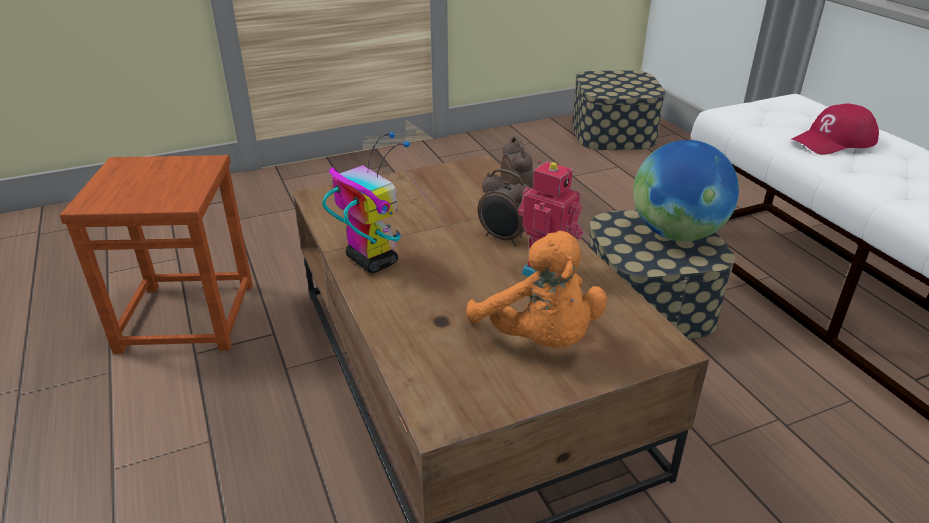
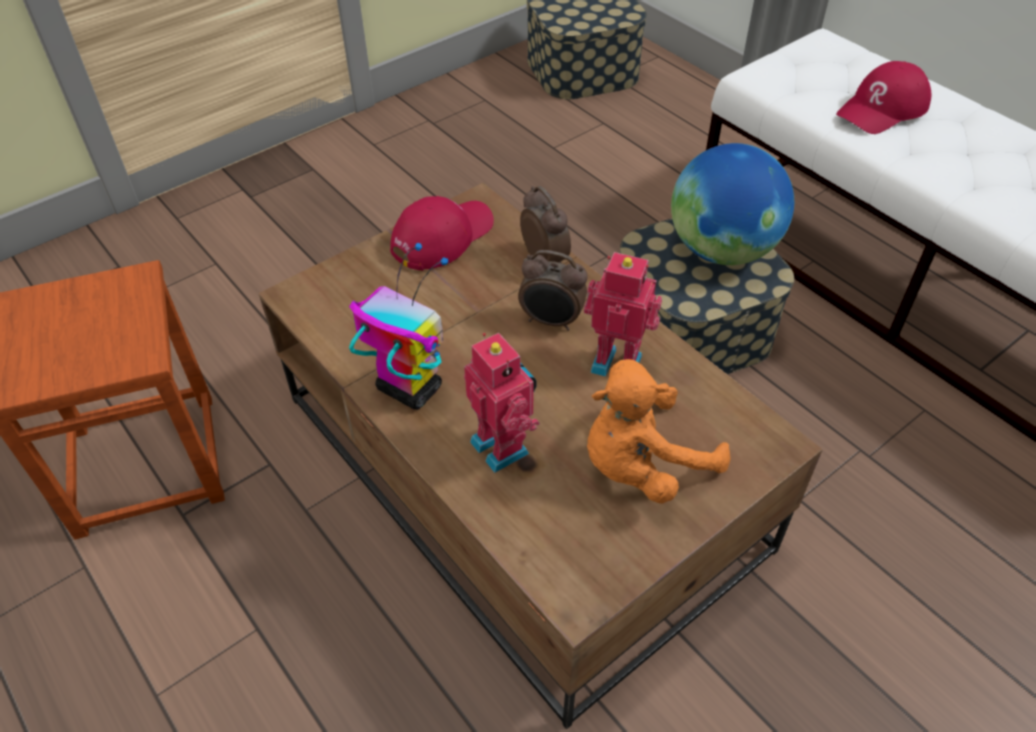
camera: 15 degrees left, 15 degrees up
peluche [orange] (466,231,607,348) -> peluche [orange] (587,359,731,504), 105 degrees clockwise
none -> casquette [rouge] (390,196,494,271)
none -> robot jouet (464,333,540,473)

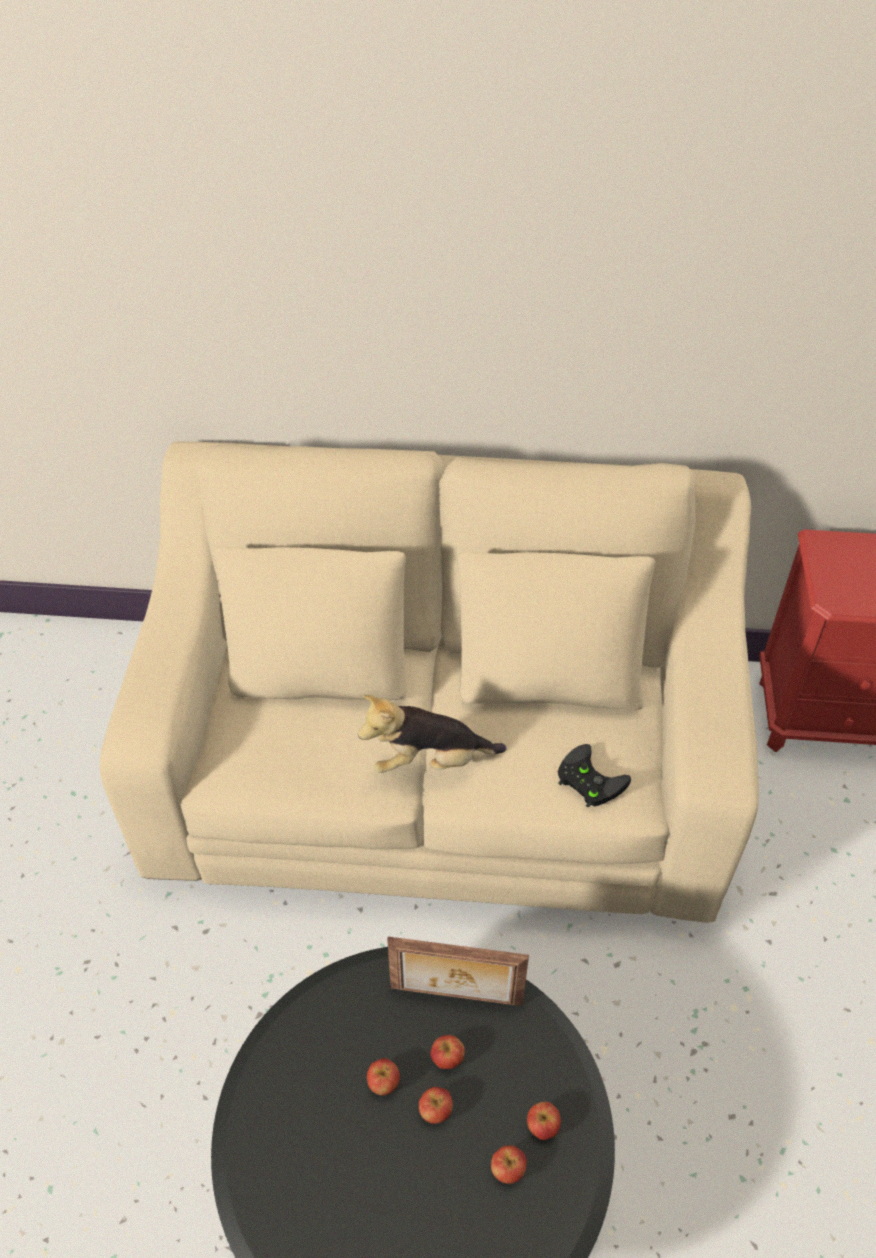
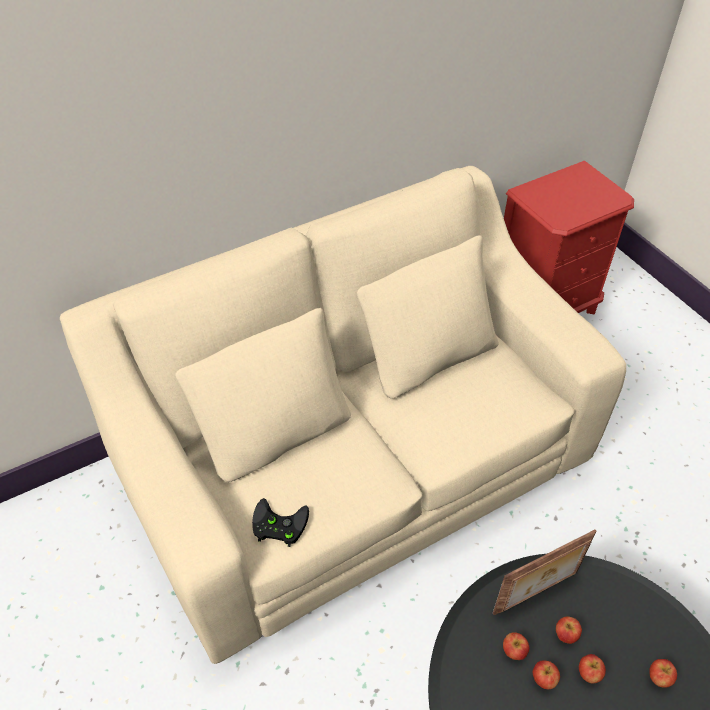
camera: 35 degrees left, 0 degrees up
peluche (358,695,506,773) -> none
manette [noir] (558,744,631,808) -> manette [noir] (252,498,309,547), shifted
pomme (527,1102,561,1140) -> pomme (503,632,530,660), shifted

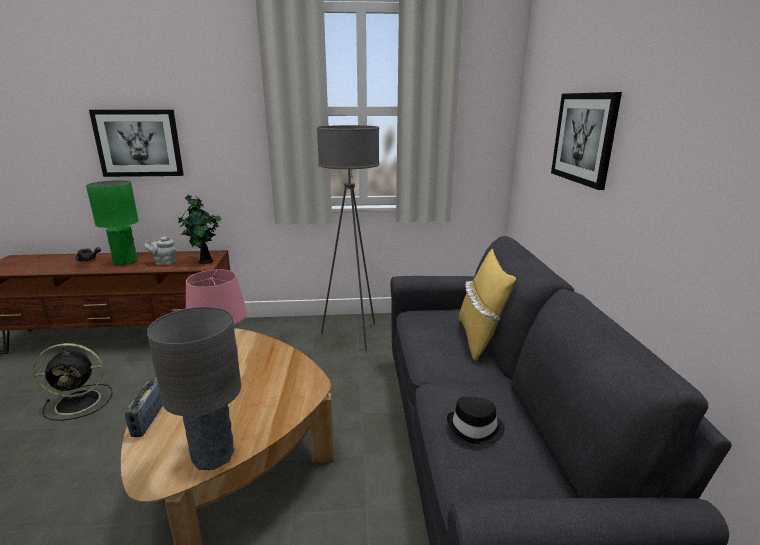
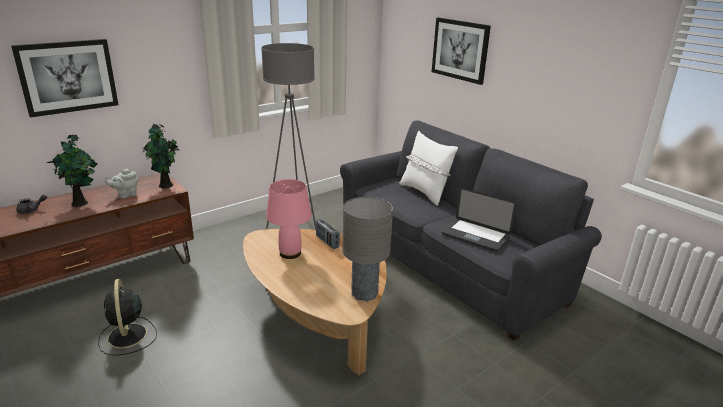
camera: 35 degrees left, 5 degrees up
lampe de table [vert] (86,180,139,265) -> plante en pot (47,135,98,207)
coussin [jaune] (459,248,516,361) -> coussin [blanc] (399,131,458,206)
ventilateur [noir] (33,343,113,421) -> ventilateur [noir] (98,279,157,356), 120 degrees clockwise
radio (125,379,163,437) -> radio (316,219,340,249), shifted
chapeau [noir] (447,397,505,444) -> ordinateur portable (441,188,517,252)

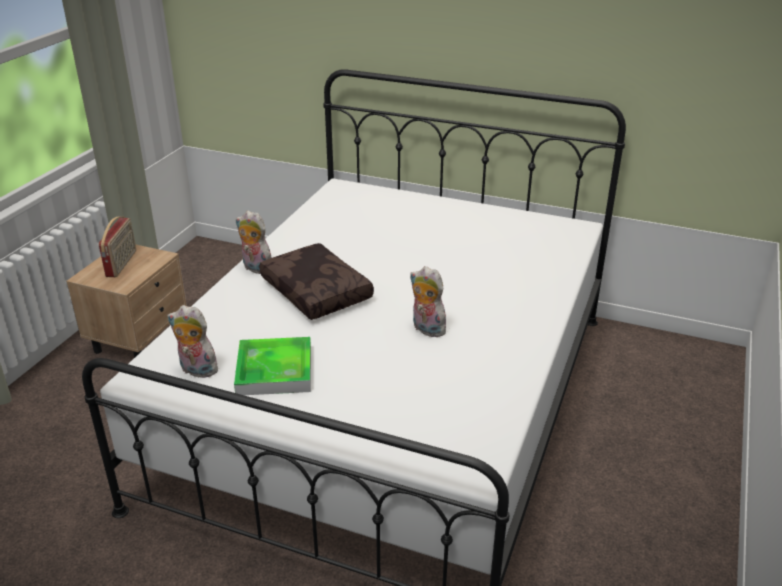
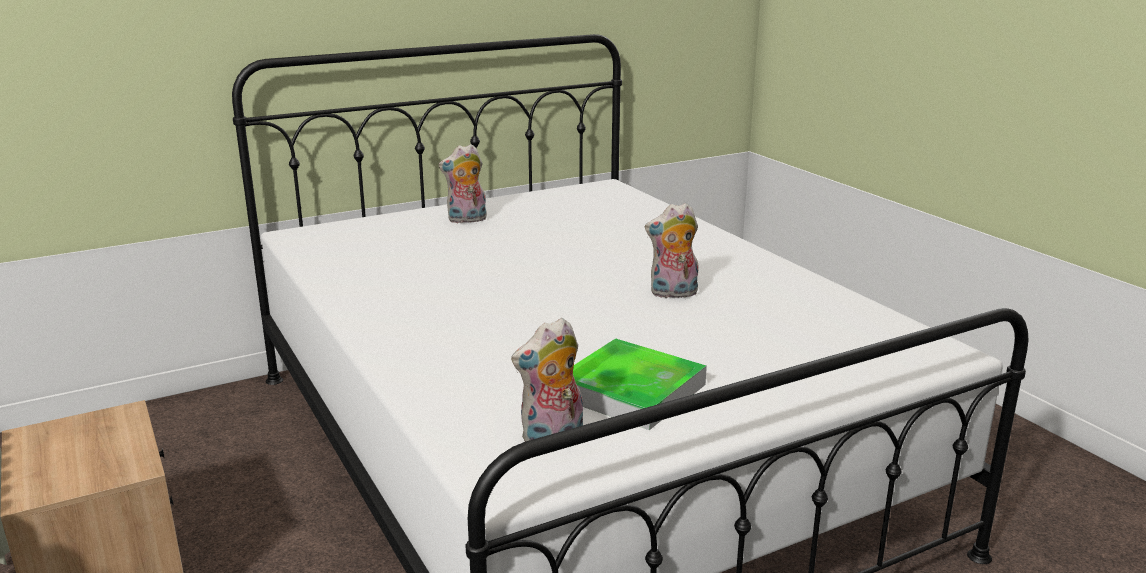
camera: 50 degrees left, 10 degrees down
peluche (236,211,272,275) -> peluche (439,144,487,223), shifted
radio (99,216,136,277) -> none
coussin [marron] (259,243,374,320) -> none

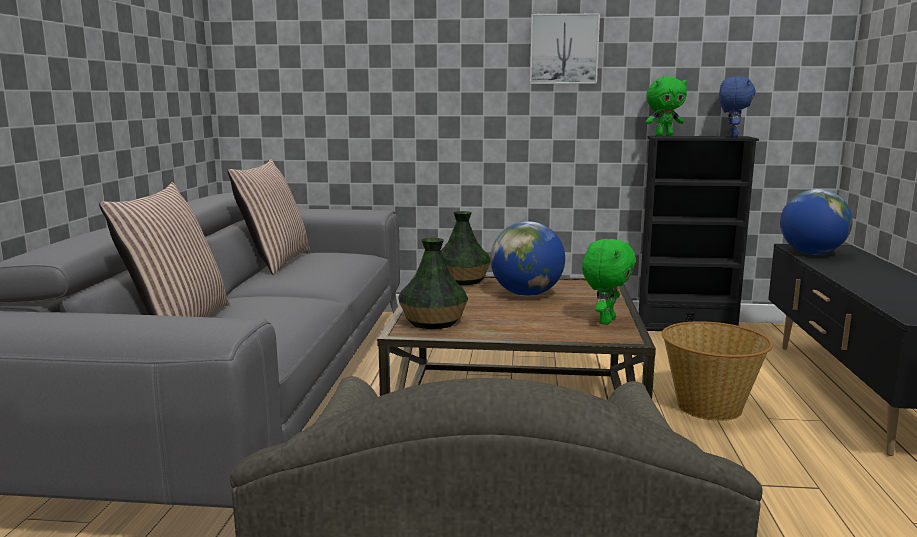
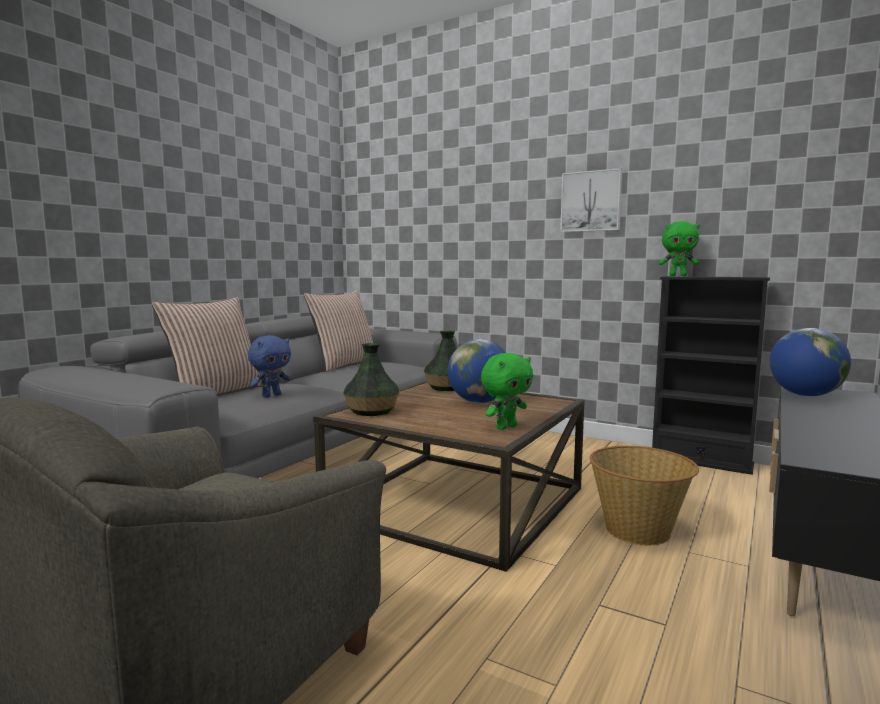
camera: 25 degrees right, 5 degrees down
peluche [bleu] (719,76,756,137) -> peluche [bleu] (248,335,291,398), shifted

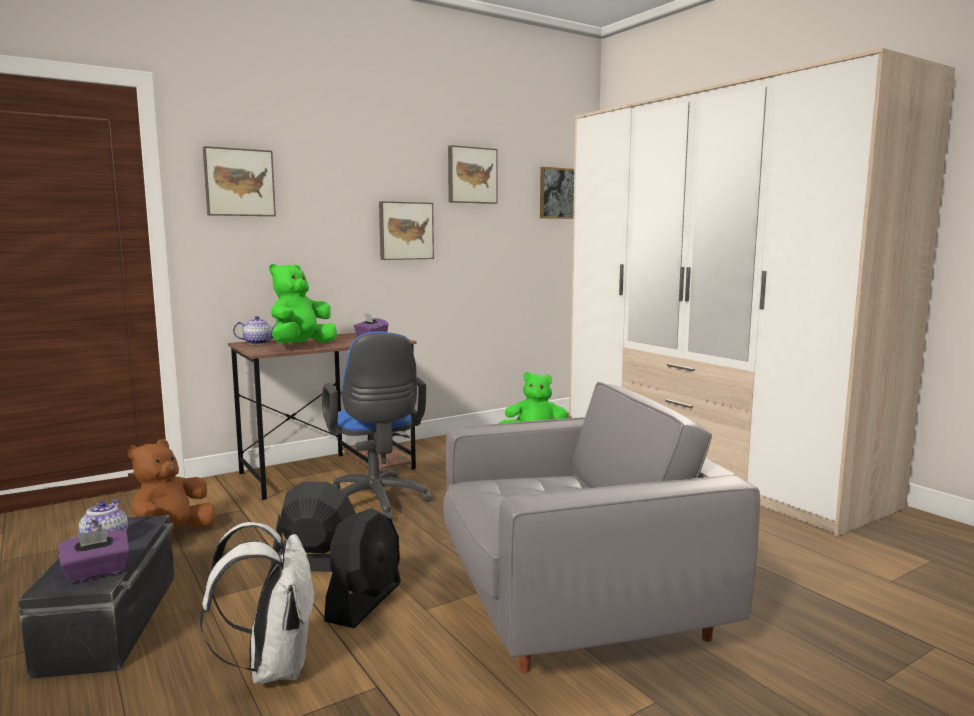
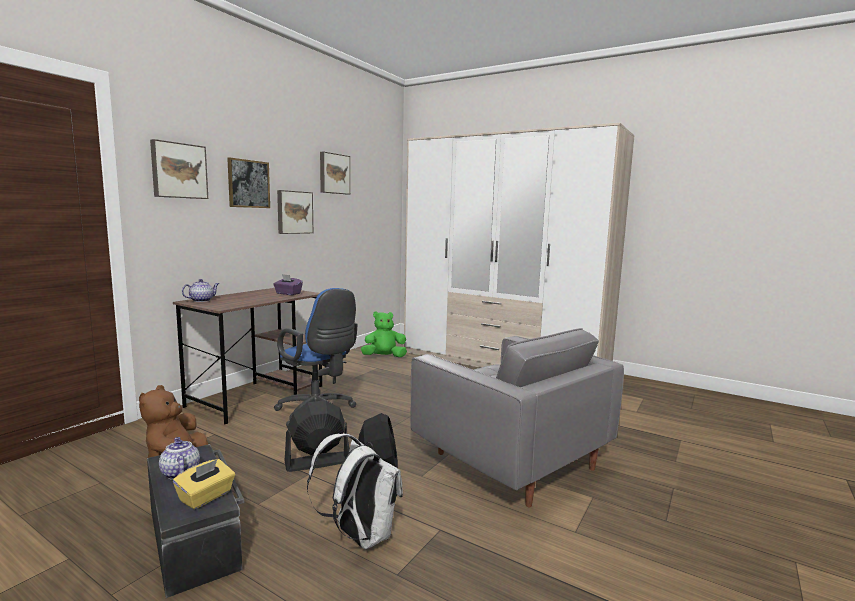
camera: 25 degrees left, 0 degrees up
tableau (540,167,574,219) -> tableau (227,157,270,208), shifted
peluche [vert] (269,264,337,344) -> none
fauteuil [gris] (443,382,760,673) -> fauteuil [gris] (410,328,624,508), 90 degrees clockwise
boîte à mouchoirs [violet] (59,529,130,583) -> boîte à mouchoirs [jaune] (173,459,235,509)

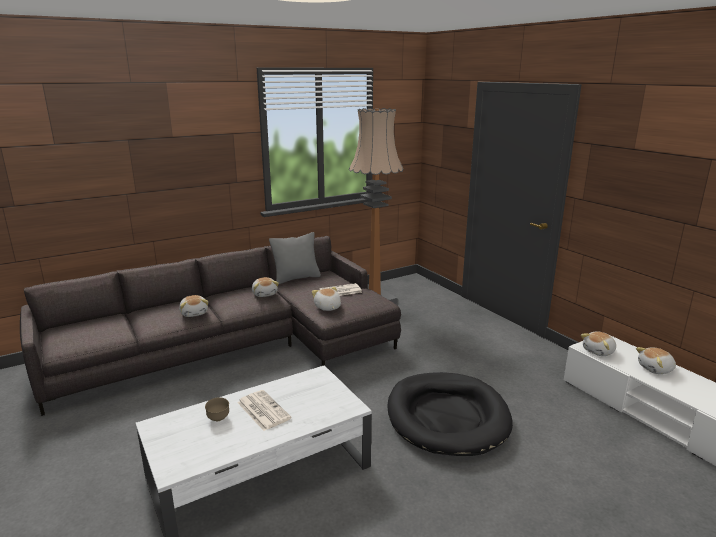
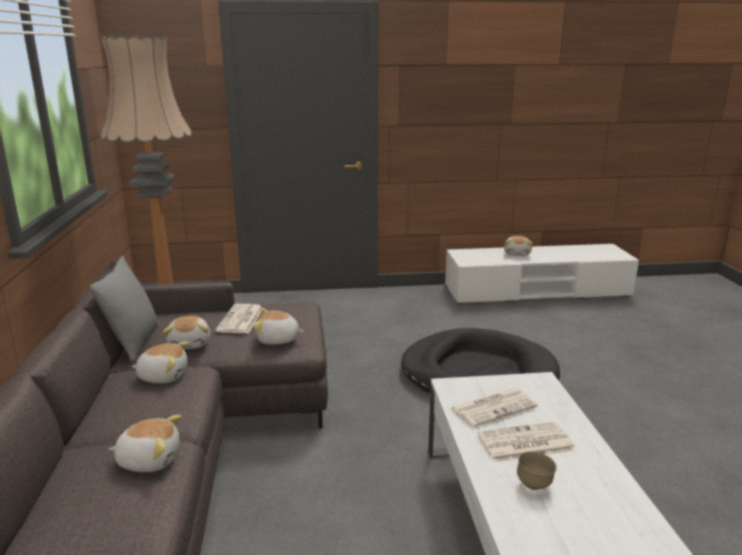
camera: 65 degrees left, 0 degrees up
peluche (581,332,616,356) -> peluche (163,316,210,349), shifted
none -> journal (451,388,538,427)

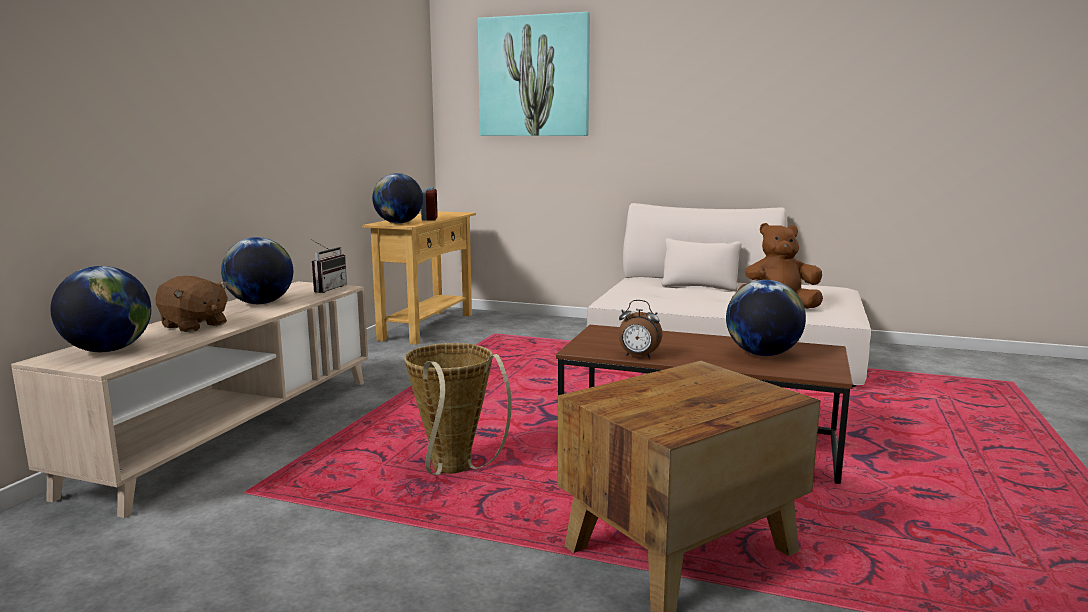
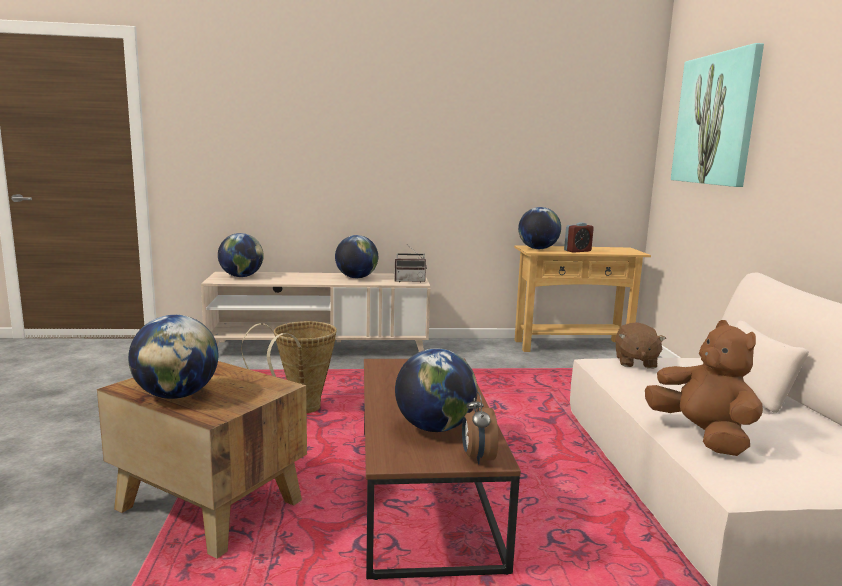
camera: 65 degrees right, 0 degrees up
peluche [marron] (155,276,228,332) -> peluche [marron] (615,322,666,369), shifted
réveil (619,300,663,358) -> réveil (462,391,498,465), shifted
none -> globe (128,315,218,399)

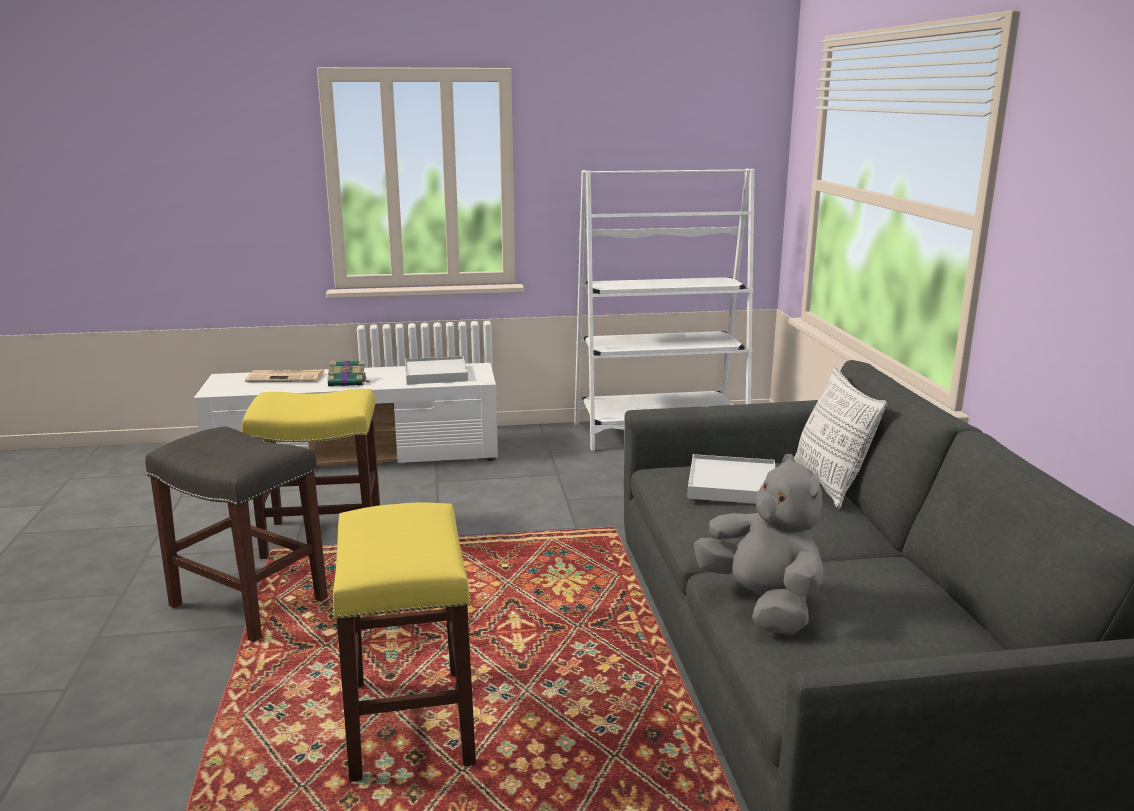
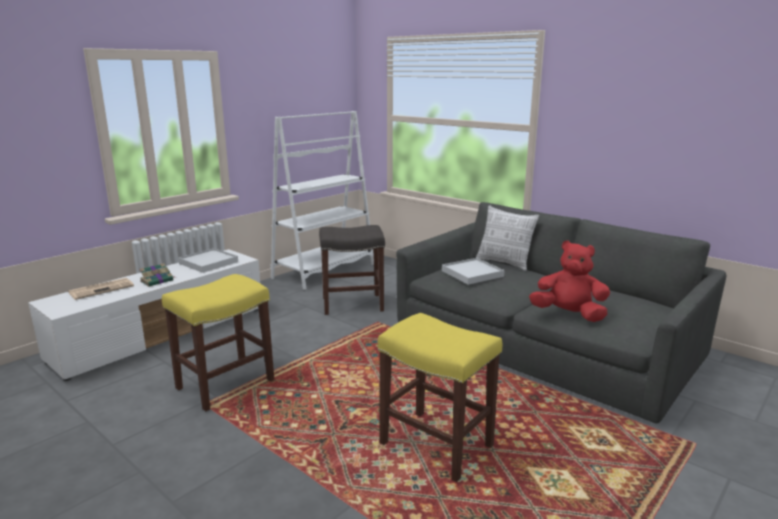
camera: 40 degrees left, 0 degrees up
tabouret [gris] (145,426,328,642) -> tabouret [gris] (319,225,385,315), shifted
peluche [gris] (694,454,824,635) -> peluche [rouge] (529,241,610,322)

